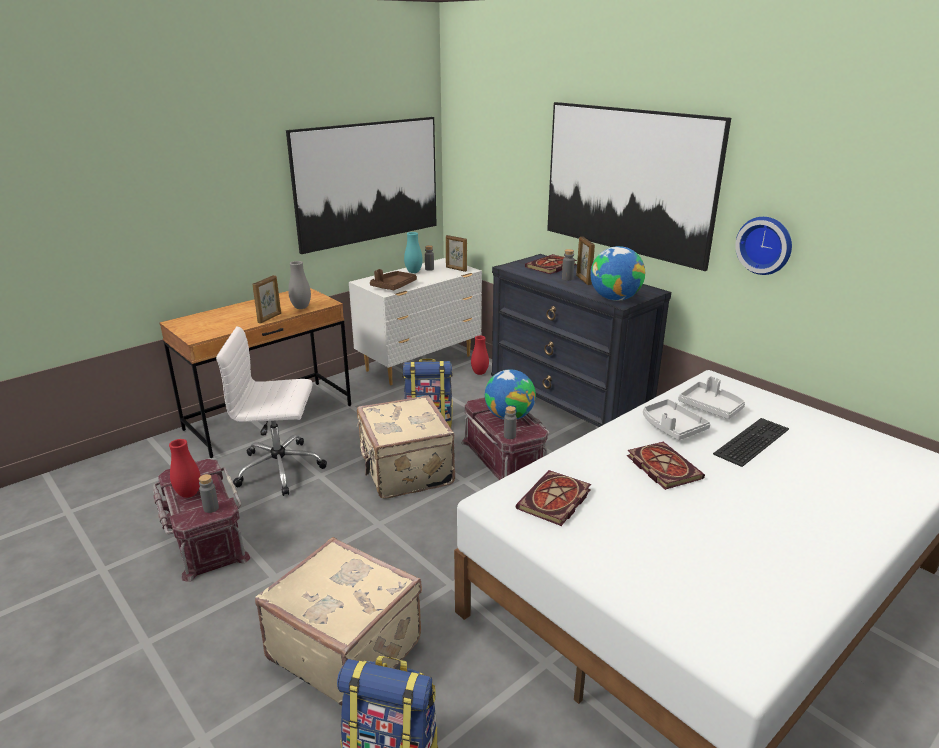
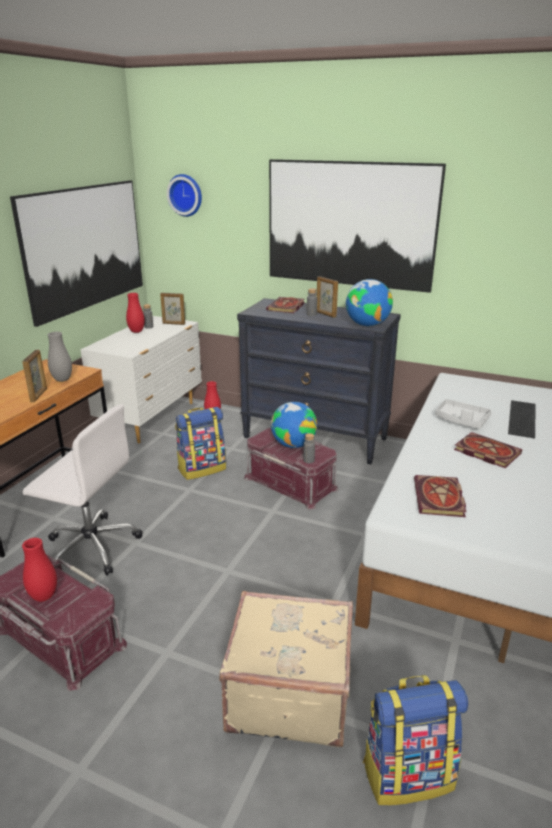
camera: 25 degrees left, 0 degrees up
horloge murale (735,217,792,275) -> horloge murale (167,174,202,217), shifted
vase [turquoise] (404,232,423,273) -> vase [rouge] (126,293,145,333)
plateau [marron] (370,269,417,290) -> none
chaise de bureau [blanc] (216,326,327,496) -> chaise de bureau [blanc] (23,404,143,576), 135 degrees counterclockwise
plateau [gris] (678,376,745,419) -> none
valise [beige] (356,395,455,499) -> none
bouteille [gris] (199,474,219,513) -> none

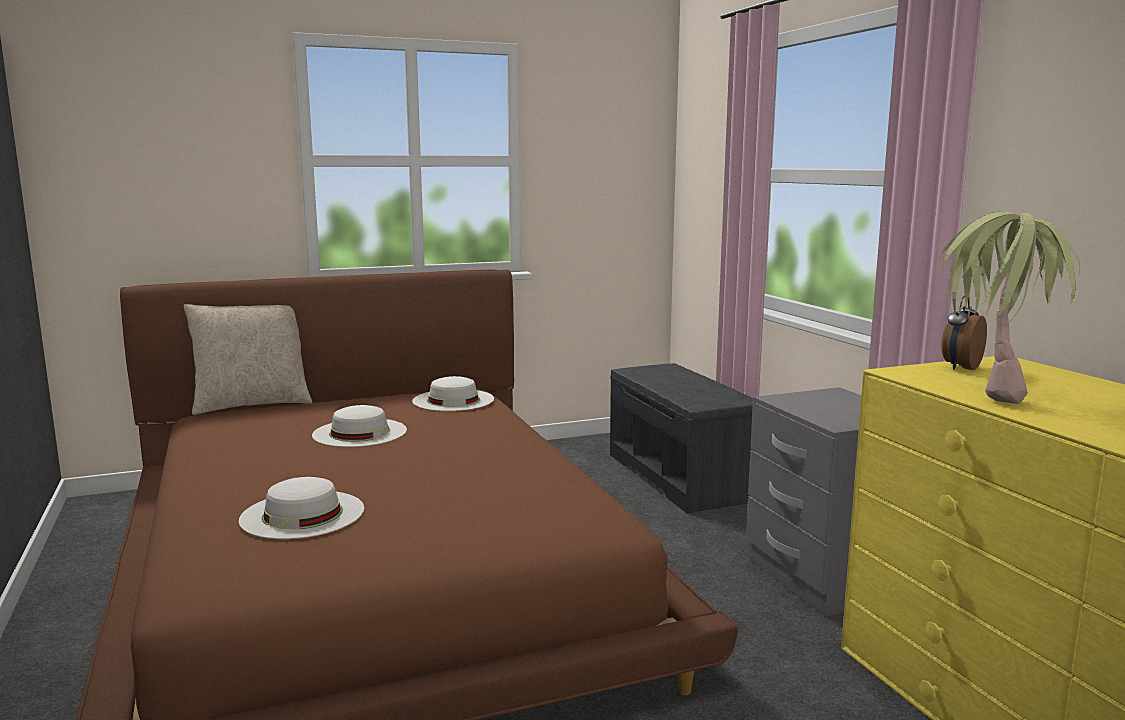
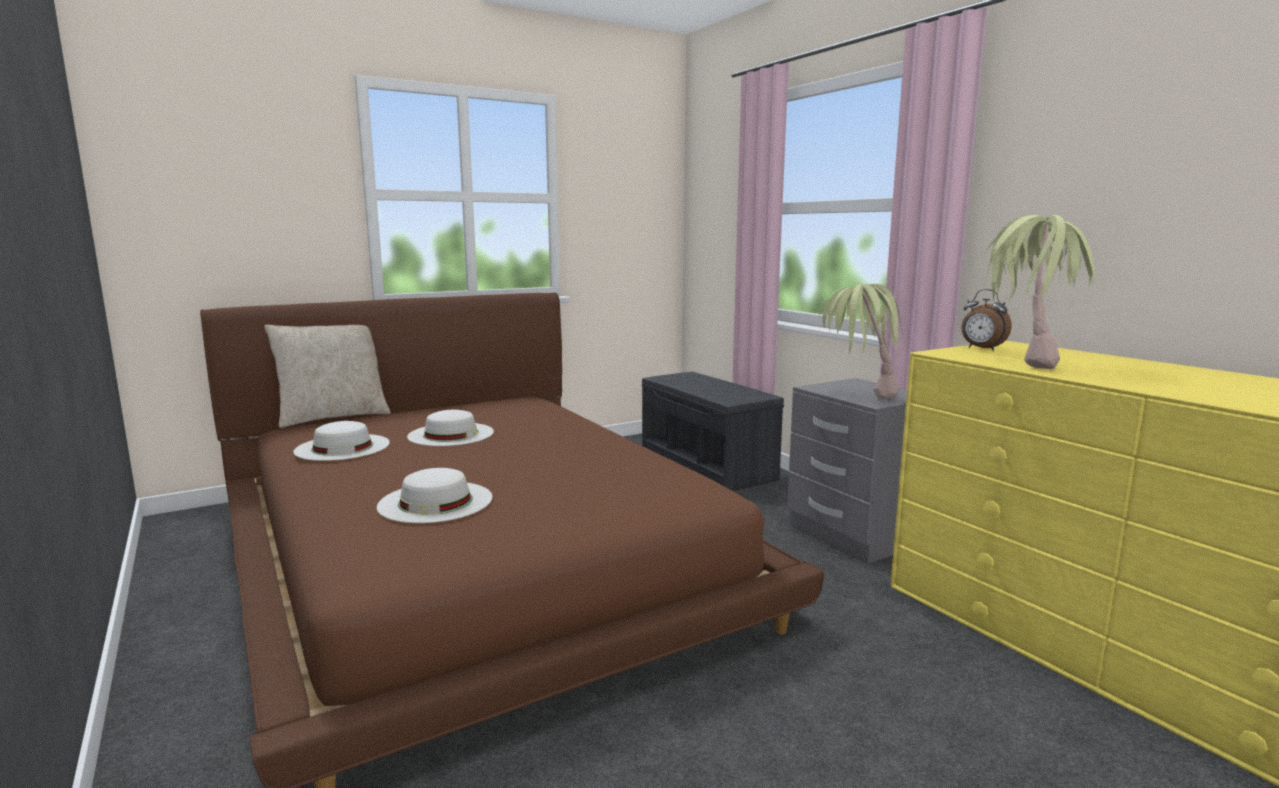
camera: 10 degrees left, 0 degrees up
réveil (941,295,987,370) -> réveil (962,289,1012,350), 75 degrees counterclockwise
chapeau [blanc] (412,376,494,411) -> chapeau [blanc] (293,421,390,461), shifted
none -> plante en pot (819,284,903,399)

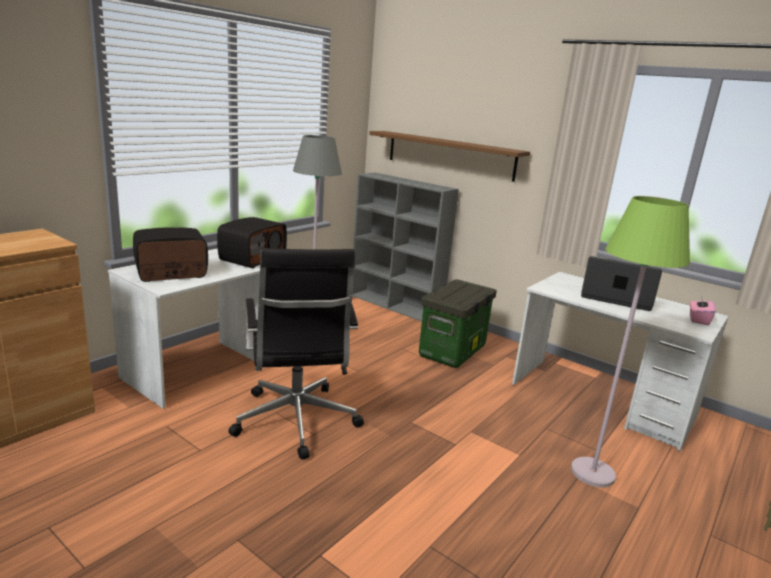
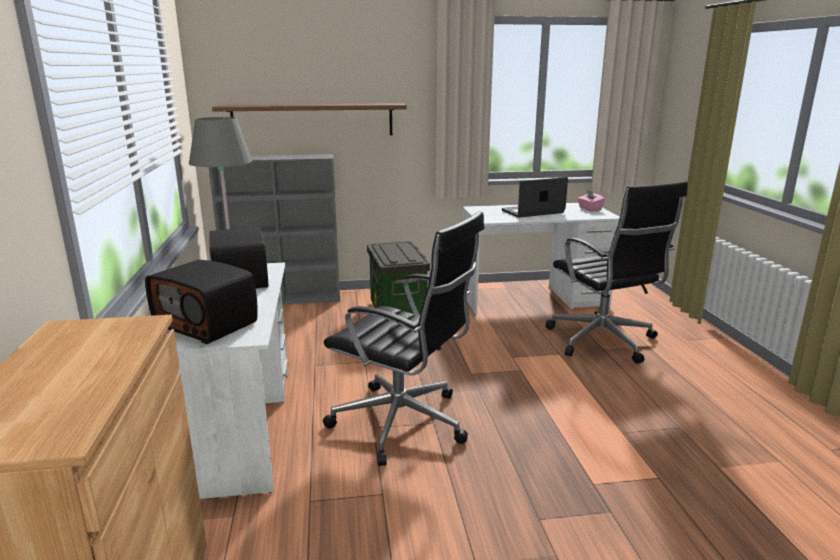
camera: 45 degrees left, 0 degrees up
lampadaire [vert] (571,196,690,487) -> chaise de bureau [noir] (546,181,688,364)
radio (133,227,208,282) -> radio (145,260,258,344), 75 degrees counterclockwise

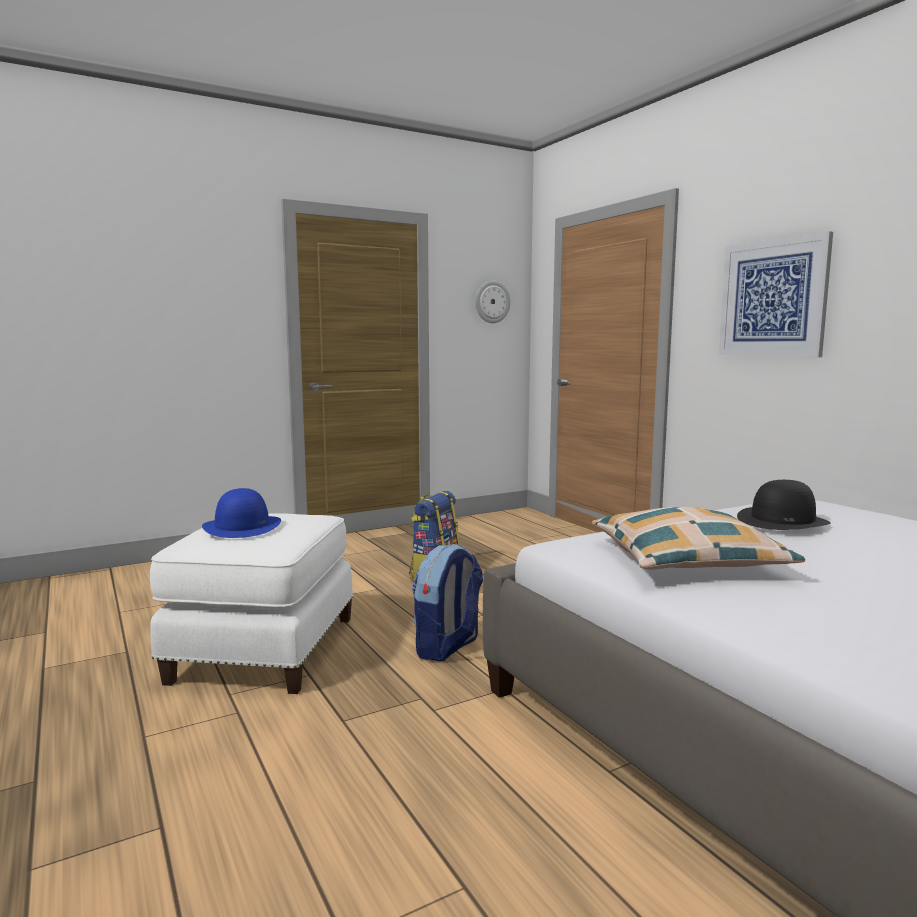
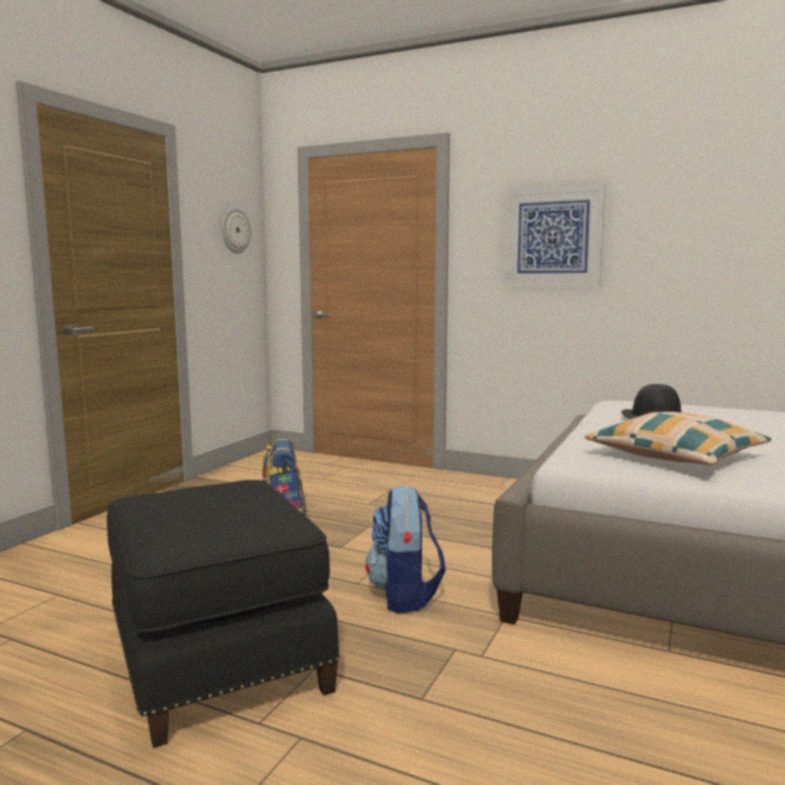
camera: 35 degrees left, 0 degrees up
chapeau [bleu] (202,488,281,538) -> none
pouf [blanc] (150,513,353,694) -> pouf [noir] (107,480,340,748)

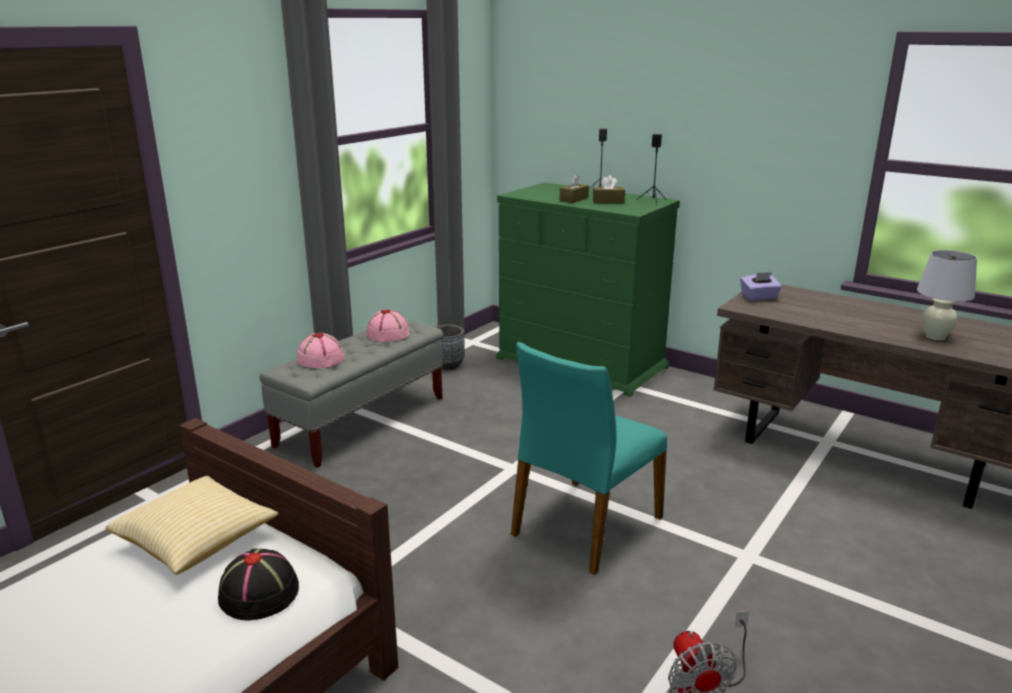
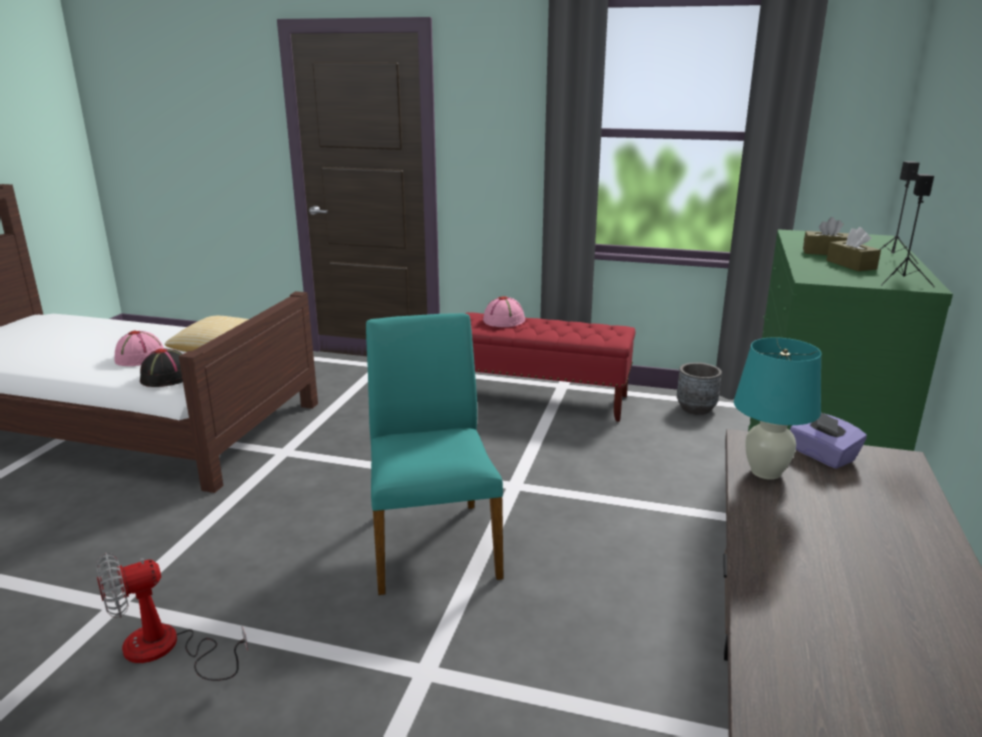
camera: 70 degrees right, 0 degrees up
lampe de table [blanc] (917,250,977,340) -> none
chapeau [rose] (366,309,409,342) -> chapeau [rose] (114,331,164,366), shifted
banc [gris] (259,319,443,468) -> banc [rouge] (465,313,635,422)
chaise [turquoise] (511,342,667,575) -> chaise [turquoise] (366,313,503,595), 60 degrees clockwise
none -> lampe de table [turquoise] (734,337,822,480)

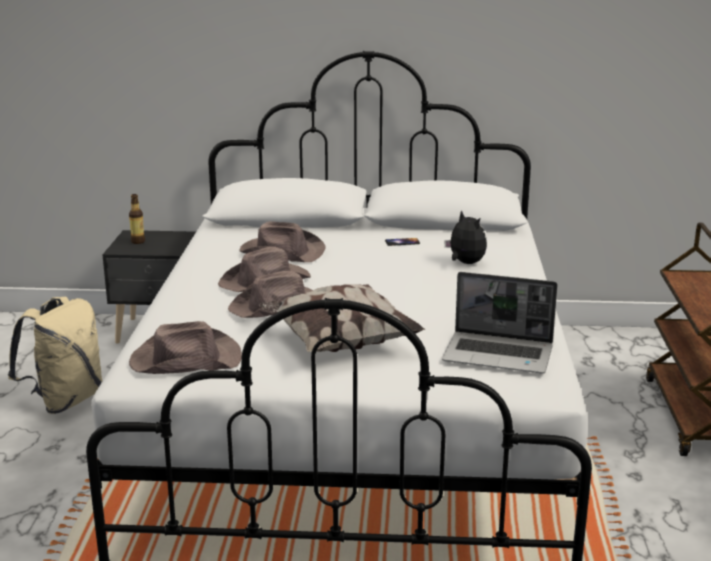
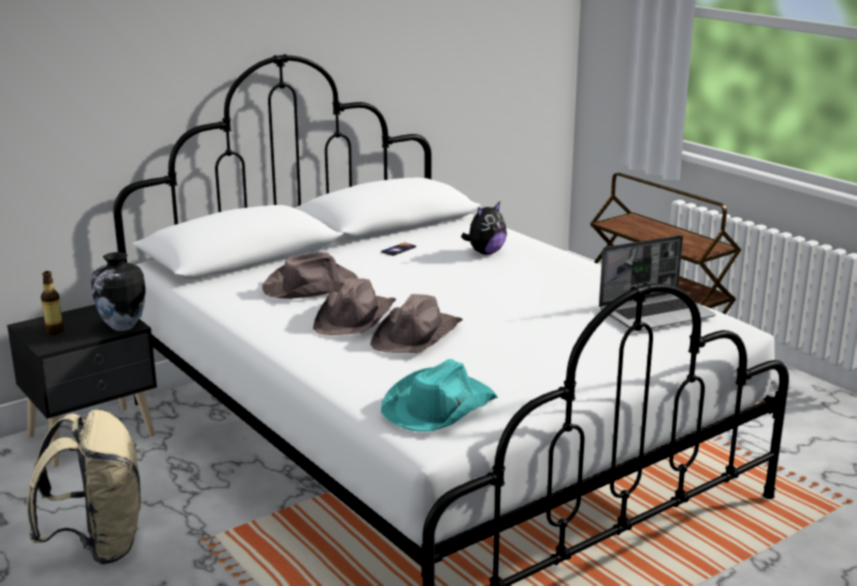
camera: 40 degrees left, 0 degrees up
peluche (444,210,487,264) -> peluche (461,202,507,255), 120 degrees clockwise
coussin (259,284,425,352) -> none
chapeau [marron] (129,321,242,374) -> chapeau [turquoise] (381,359,498,432)
none -> vase (91,252,146,331)

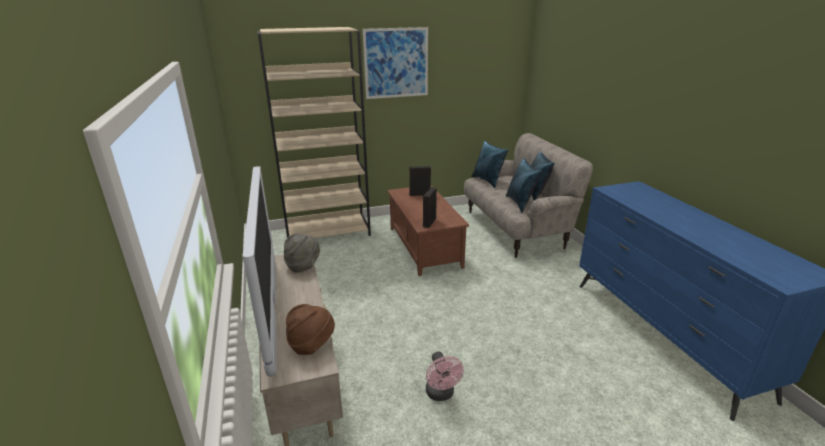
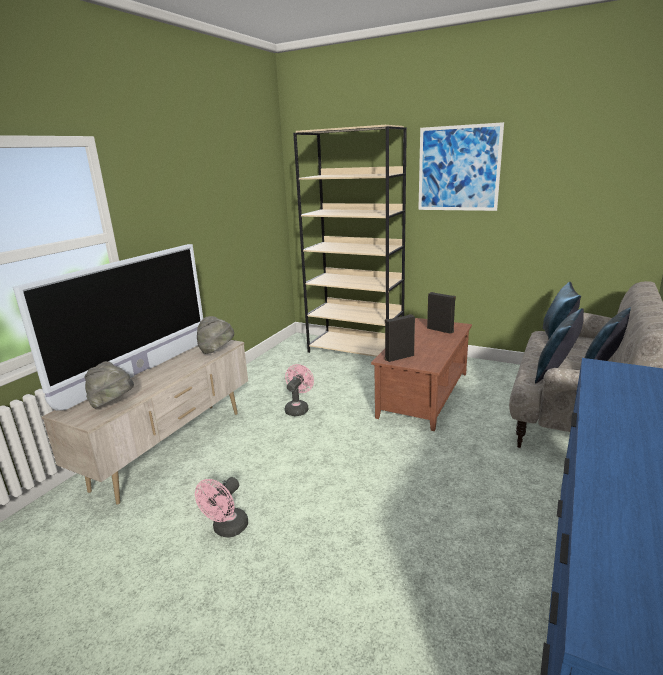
camera: 45 degrees right, 5 degrees down
chapeau [marron] (286,304,335,355) -> chapeau [gris] (85,361,134,409)
none -> ventilateur [rose] (285,364,314,416)

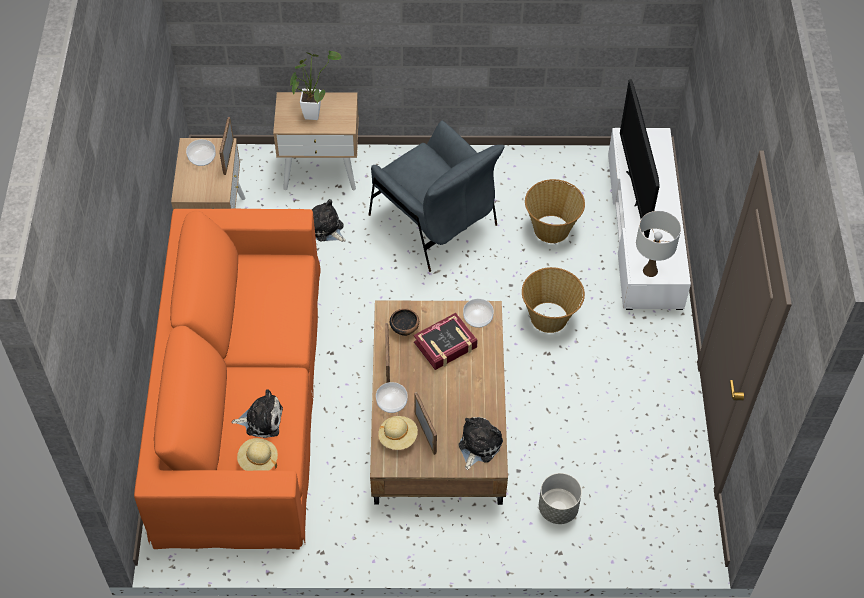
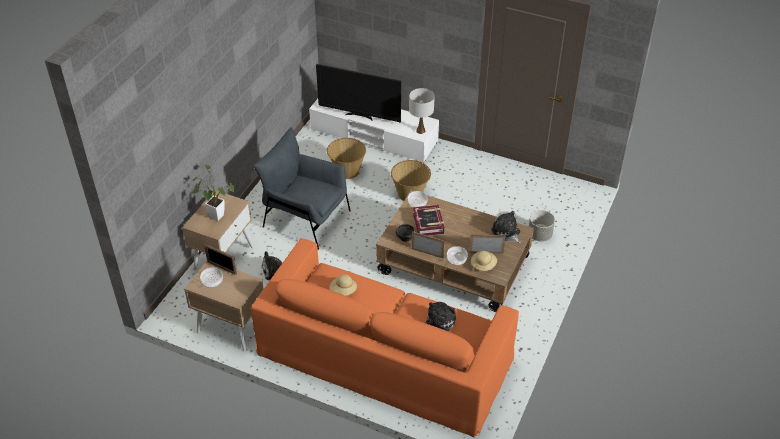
camera: 65 degrees left, 10 degrees down
fauteuil [gris] (368,121,505,272) -> fauteuil [gris] (254,127,351,250), 135 degrees counterclockwise
chapeau [beige] (237,438,278,471) -> chapeau [beige] (330,274,357,296), shifted

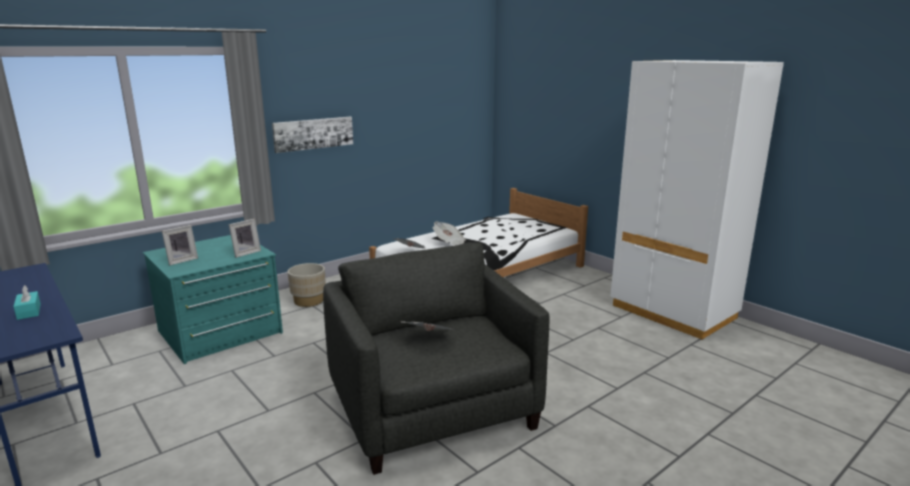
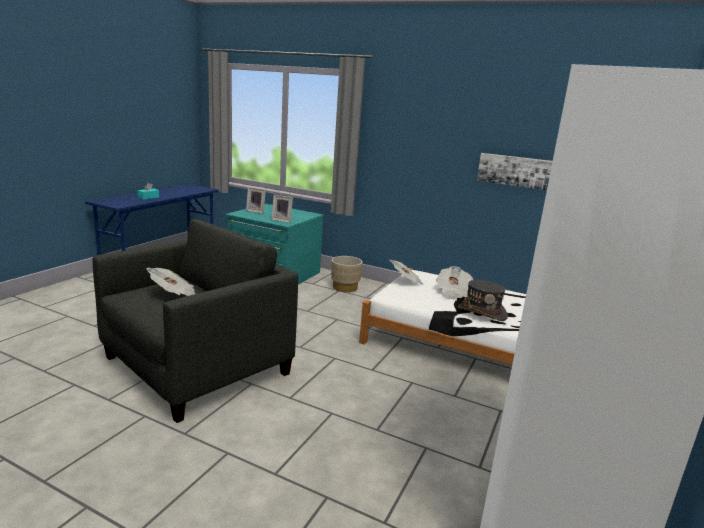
camera: 65 degrees right, 0 degrees up
tableau (272,117,353,153) -> tableau (477,153,552,190), shifted
none -> chapeau [gris] (458,280,508,321)

